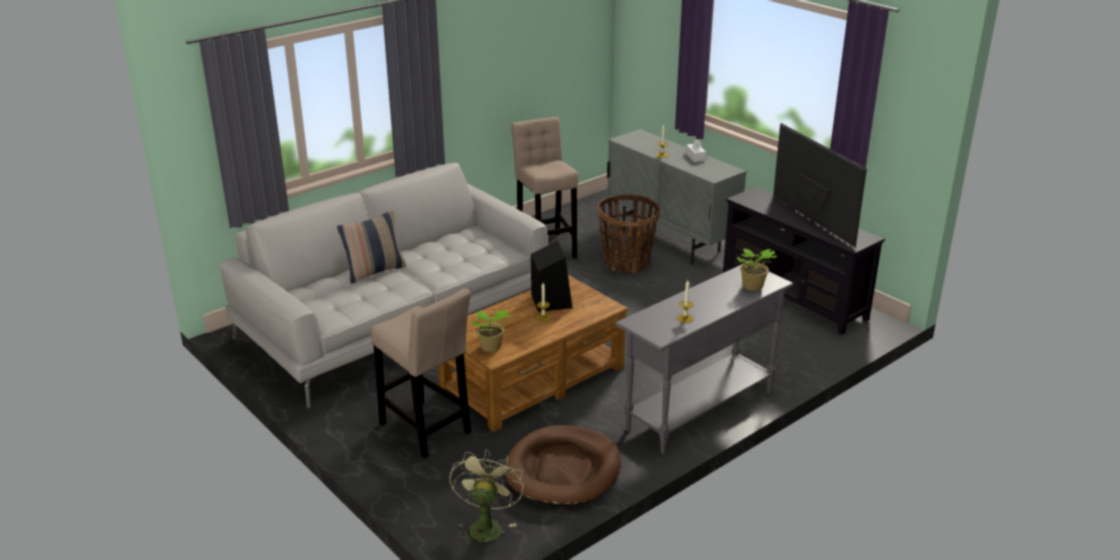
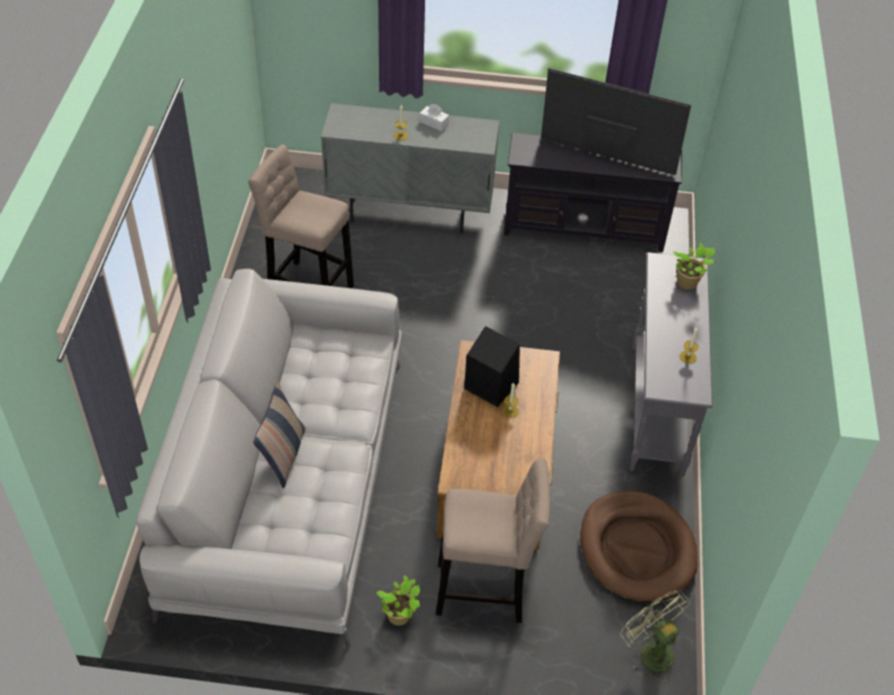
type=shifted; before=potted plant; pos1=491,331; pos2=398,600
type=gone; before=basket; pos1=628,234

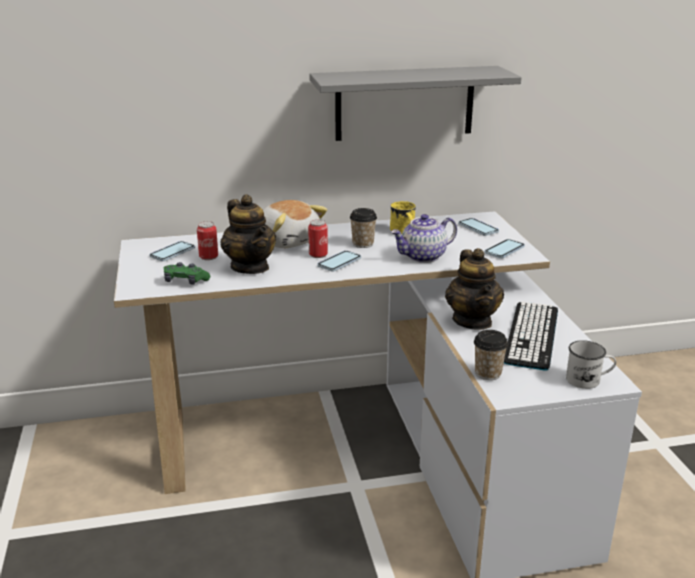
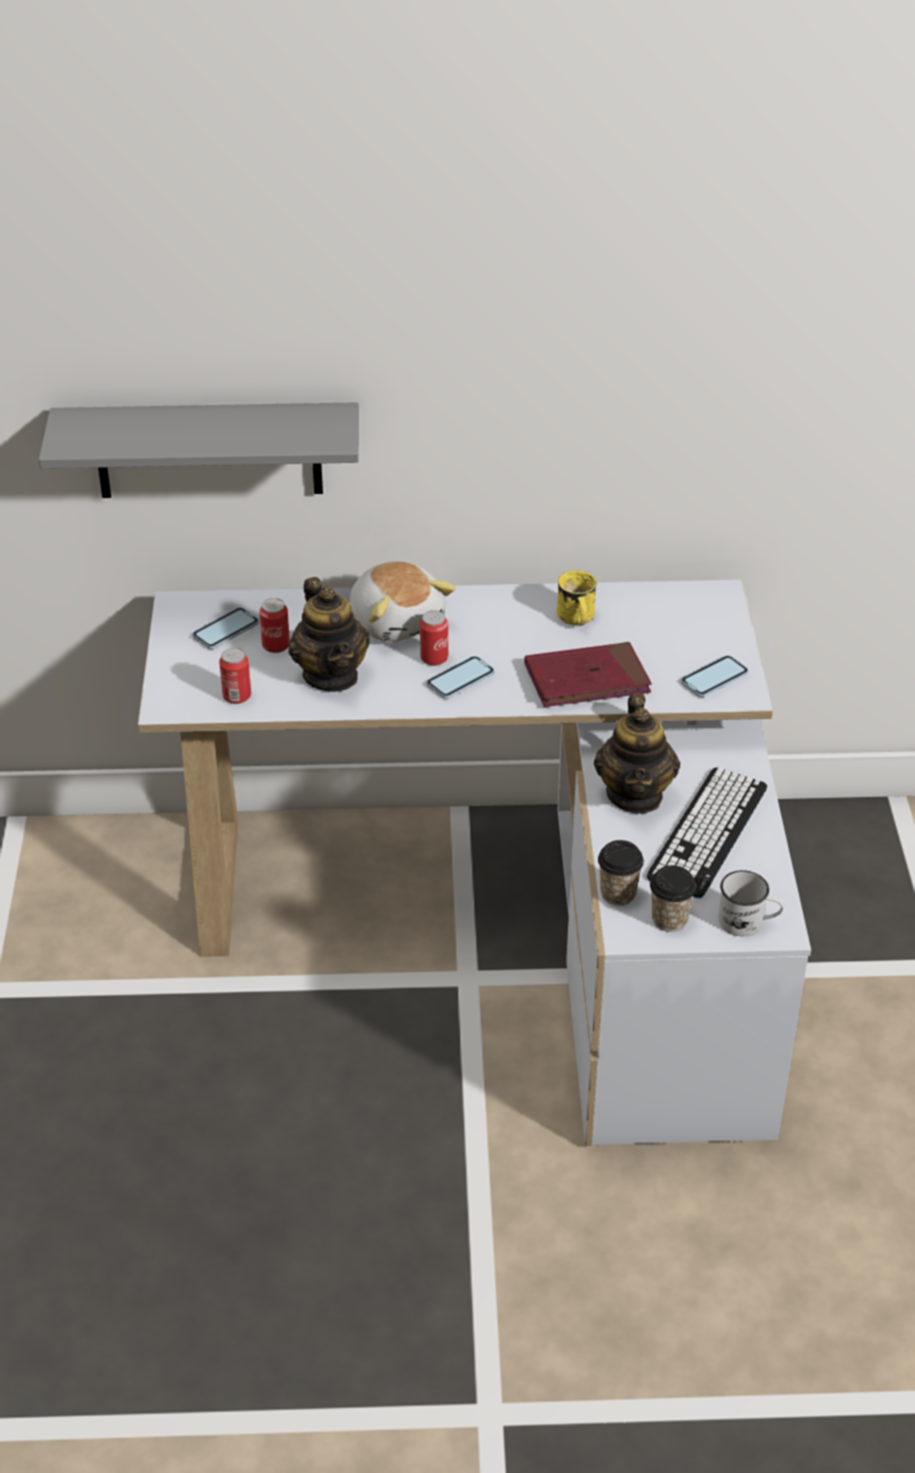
type=shifted; before=shelf/grey; pos1=415,103; pos2=199,450
type=swapped; before=game controller/green; after=can; pos1=187,273; pos2=235,676
type=swapped; before=teapot; after=book/red; pos1=424,238; pos2=588,674
type=shifted; before=cup; pos1=363,228; pos2=673,898
type=gone; before=phone; pos1=478,227

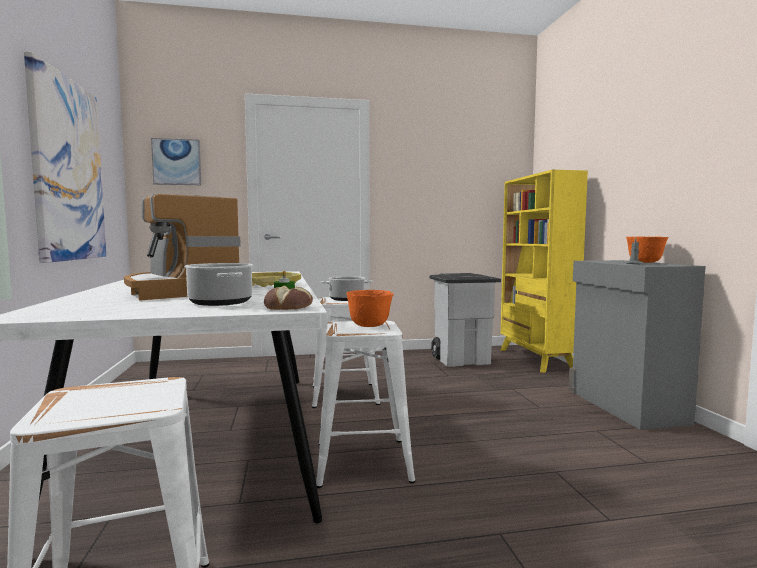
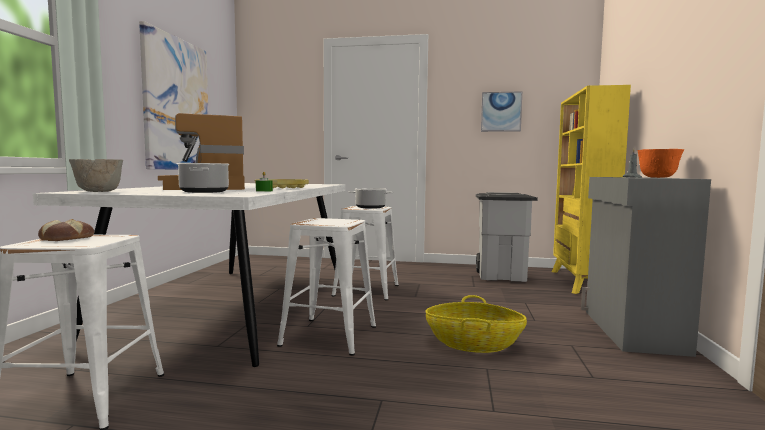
type=shifted; before=bread; pos1=288,298; pos2=66,230
type=new; after=bowl/grey; pos2=96,175
type=new; after=basket; pos2=476,324
type=shifted; before=picture; pos1=176,161; pos2=501,111
type=gone; before=bowl/orange; pos1=369,308

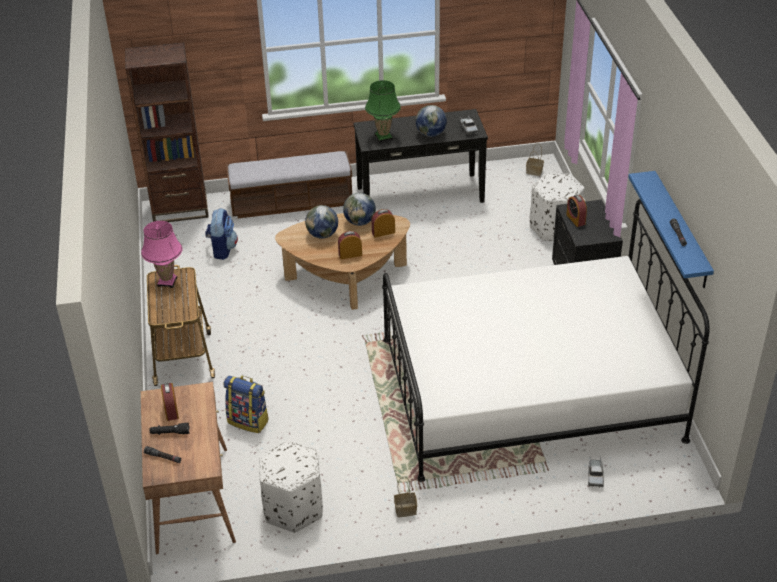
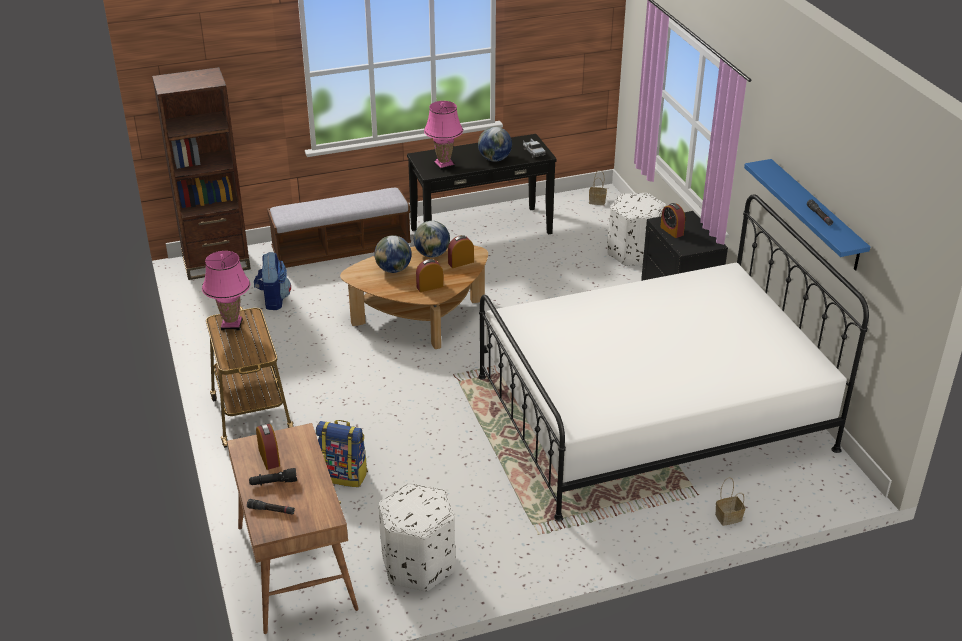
type=repainted; before=table lamp/green; after=table lamp/pink; pos1=383,111; pos2=443,136
type=shifted; before=basket; pos1=405,497; pos2=730,502
type=gone; before=toy truck; pos1=596,472

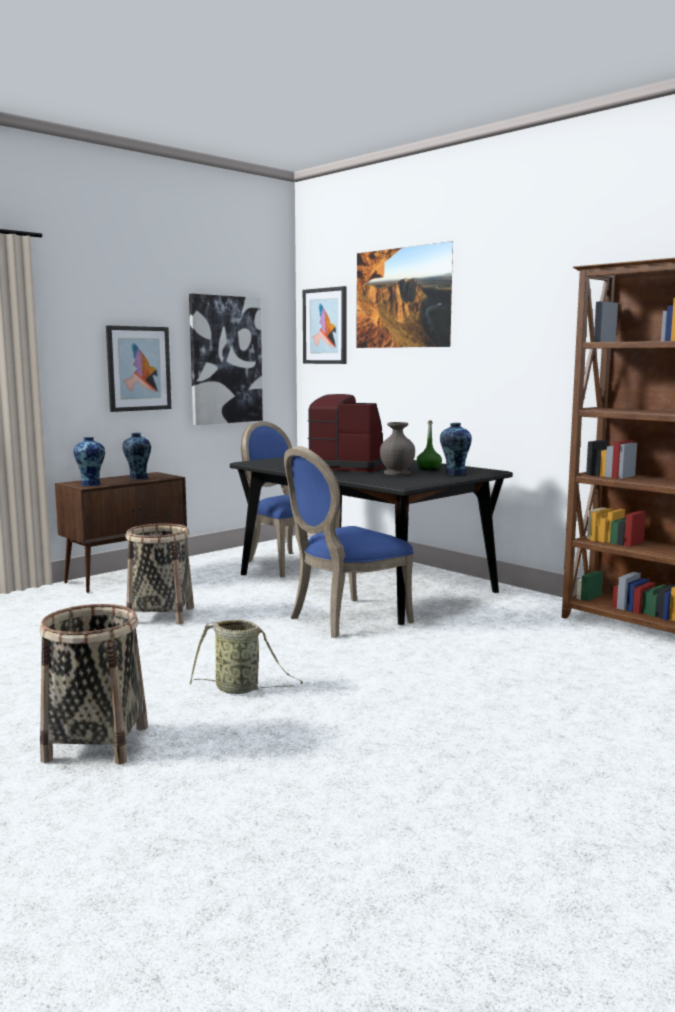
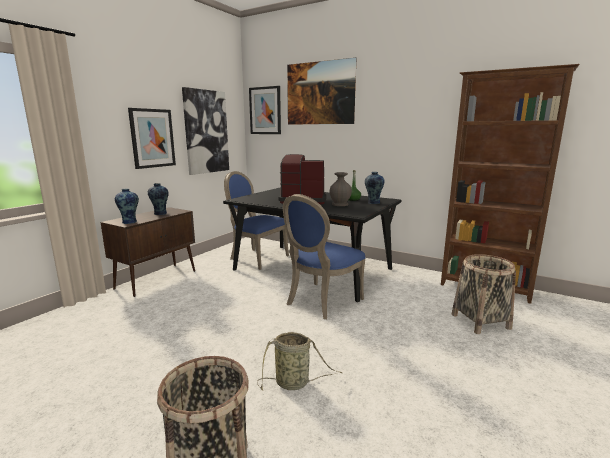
type=shifted; before=basket; pos1=159,573; pos2=484,294

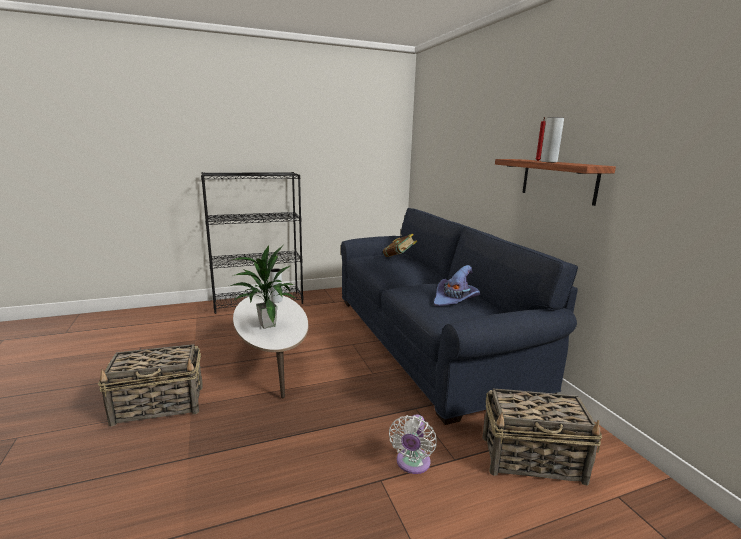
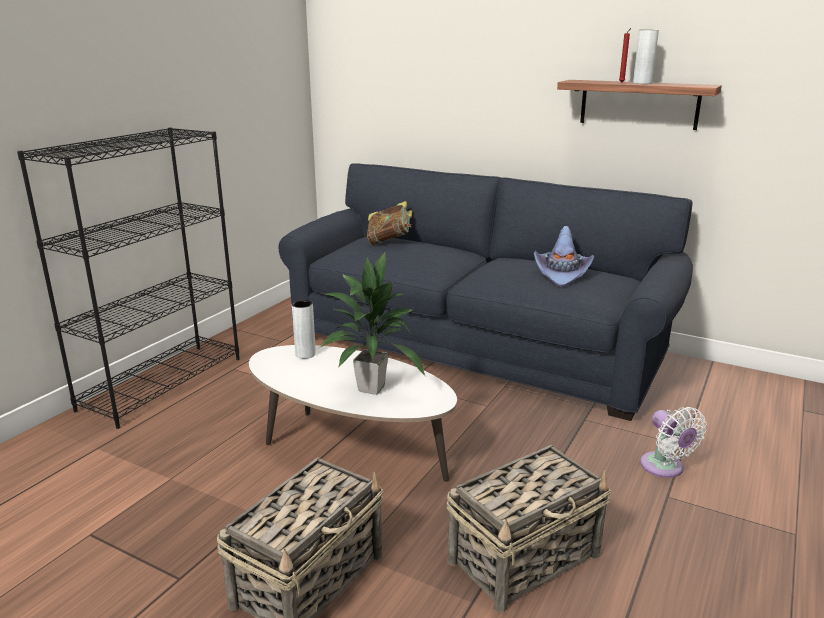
type=shifted; before=basket; pos1=542,437; pos2=528,529

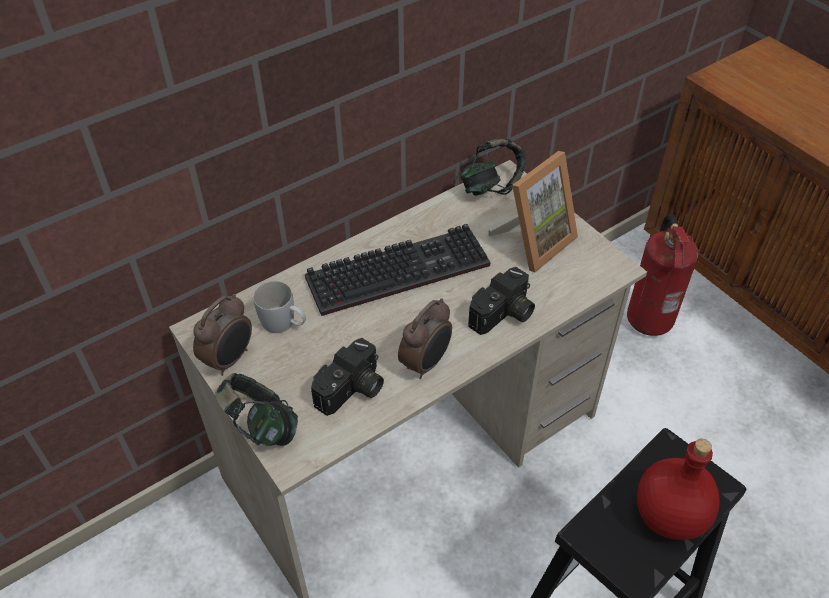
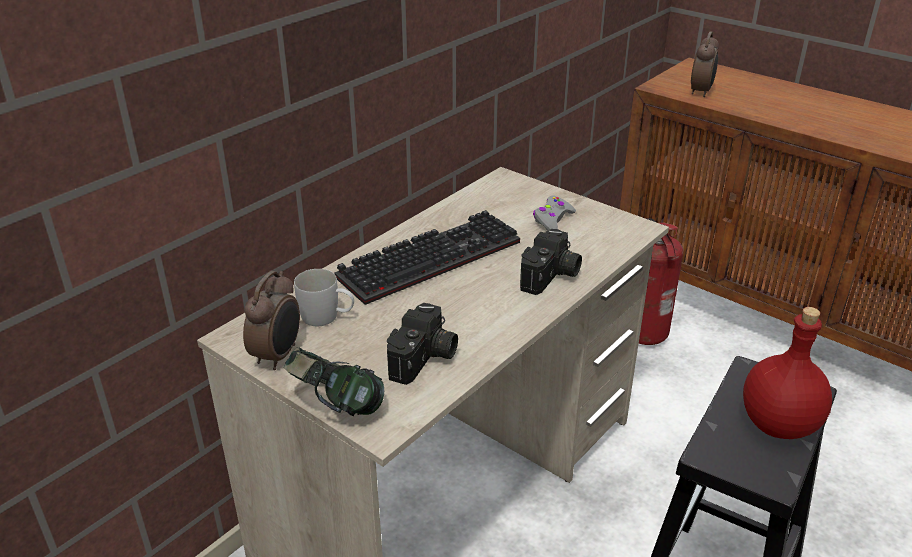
type=swapped; before=picture frame; after=game controller/grey; pos1=533,211; pos2=554,213
type=shifted; before=alarm clock; pos1=425,338; pos2=705,64
type=gone; before=headphones; pos1=493,167

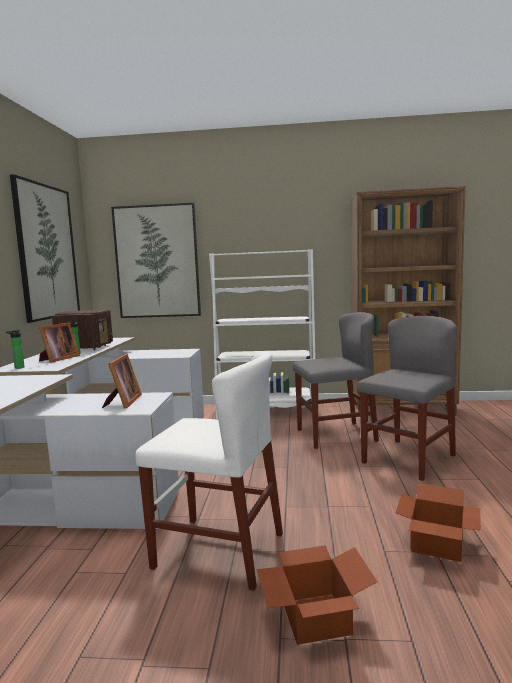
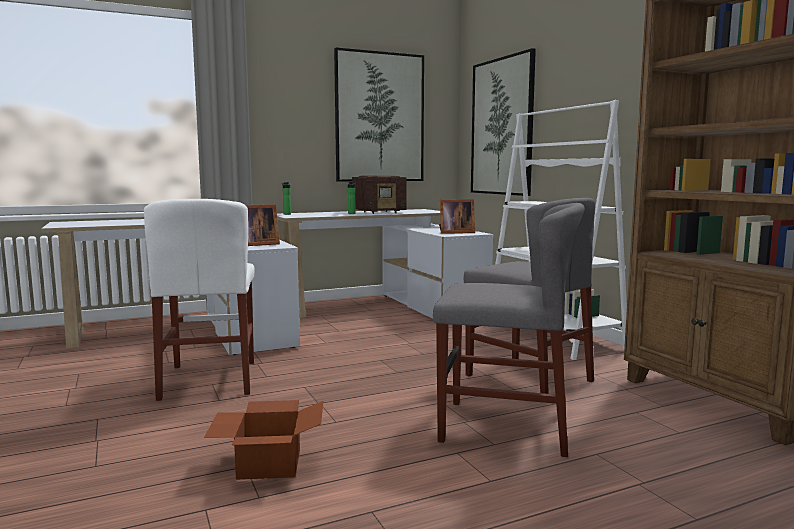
type=shifted; before=picture frame; pos1=59,342; pos2=457,216
type=gone; before=cardboard box; pos1=317,595

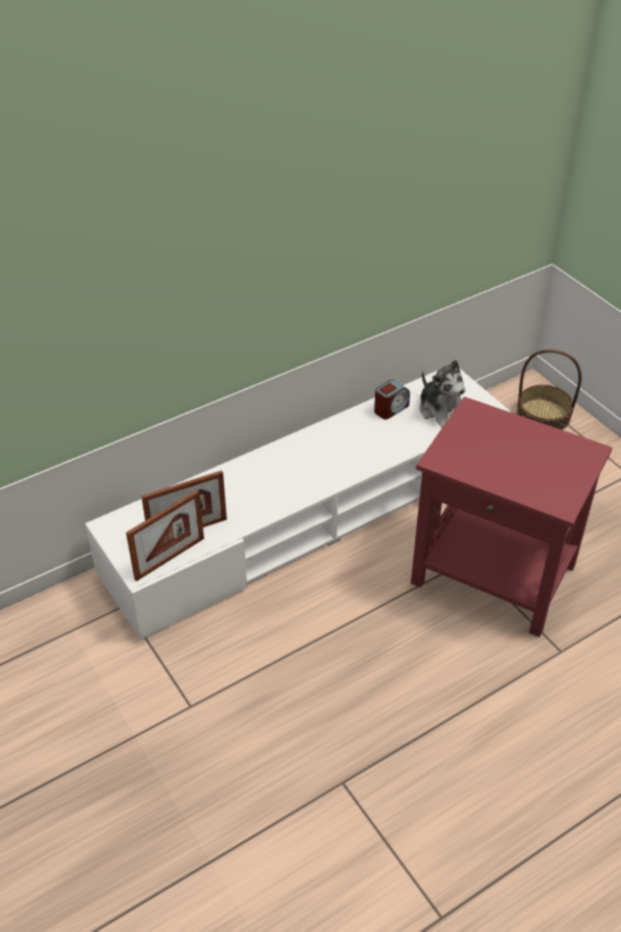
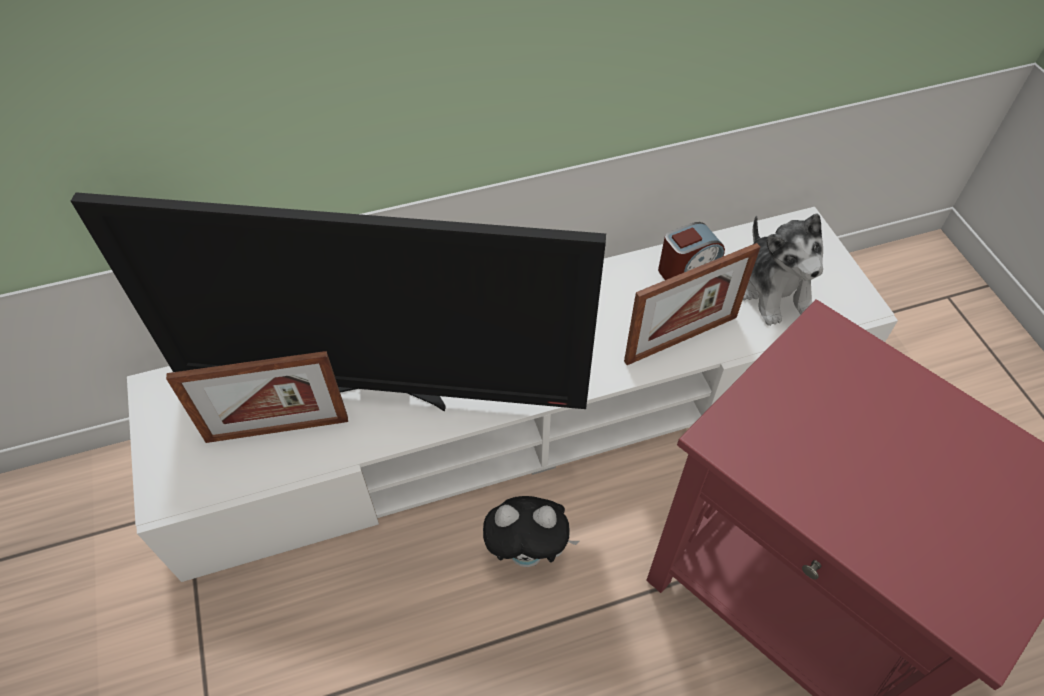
type=new; after=television; pos2=338,302
type=new; after=plush toy; pos2=531,531
type=shifted; before=picture frame; pos1=165,535; pos2=692,304
type=gone; before=basket; pos1=549,389

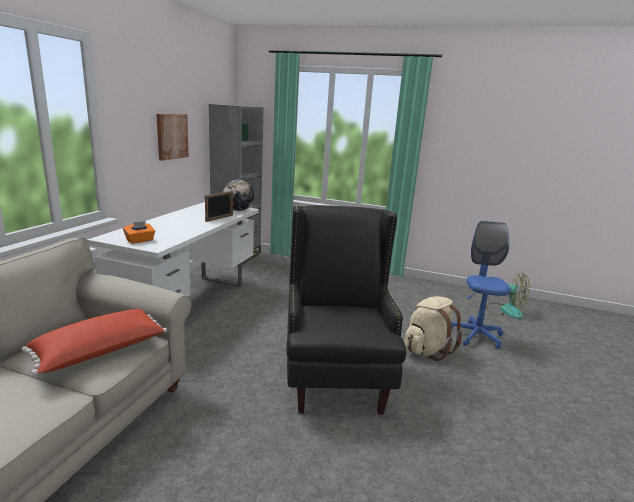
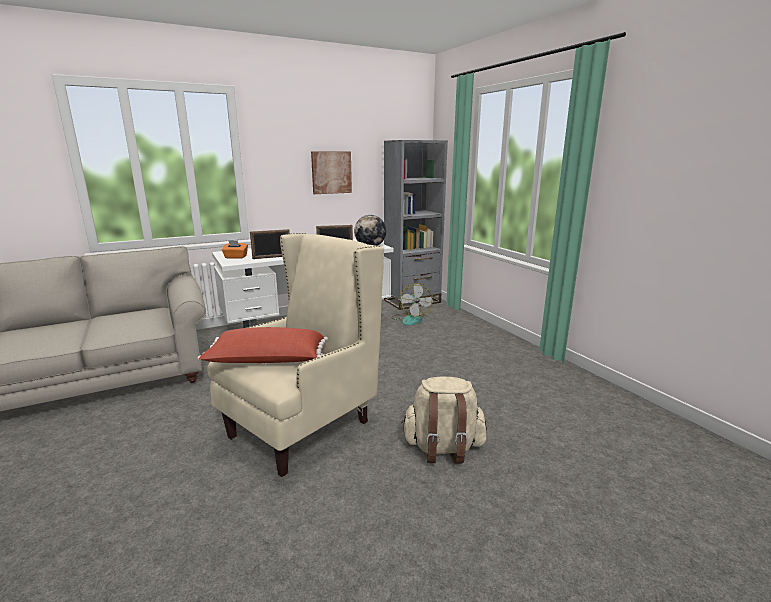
type=shifted; before=pillow/red; pos1=94,342; pos2=262,345
type=repainted; before=armchair/black; after=armchair/beige; pos1=346,310; pos2=295,355
type=new; after=picture frame; pos2=270,244
type=shifted; before=fan; pos1=507,296; pos2=412,304
type=gone; before=office chair/blue; pos1=481,285

